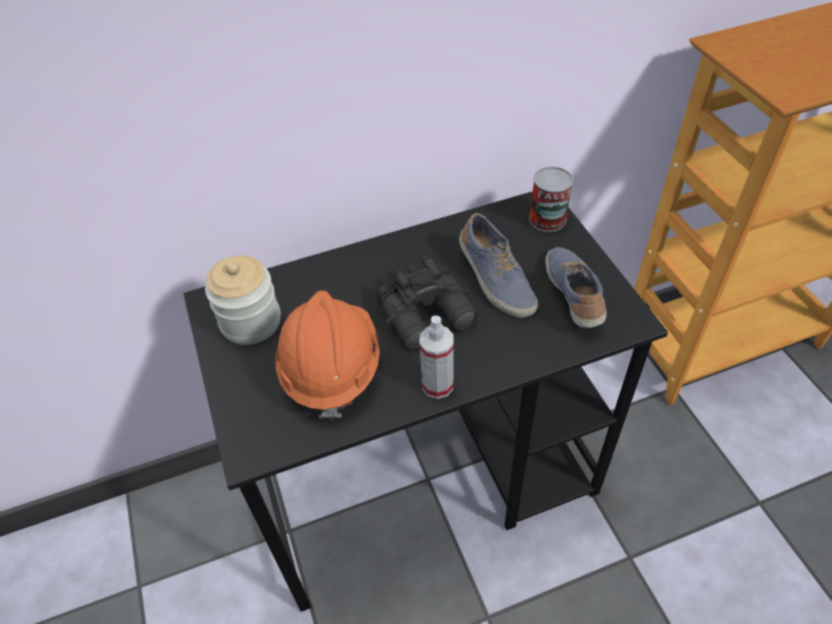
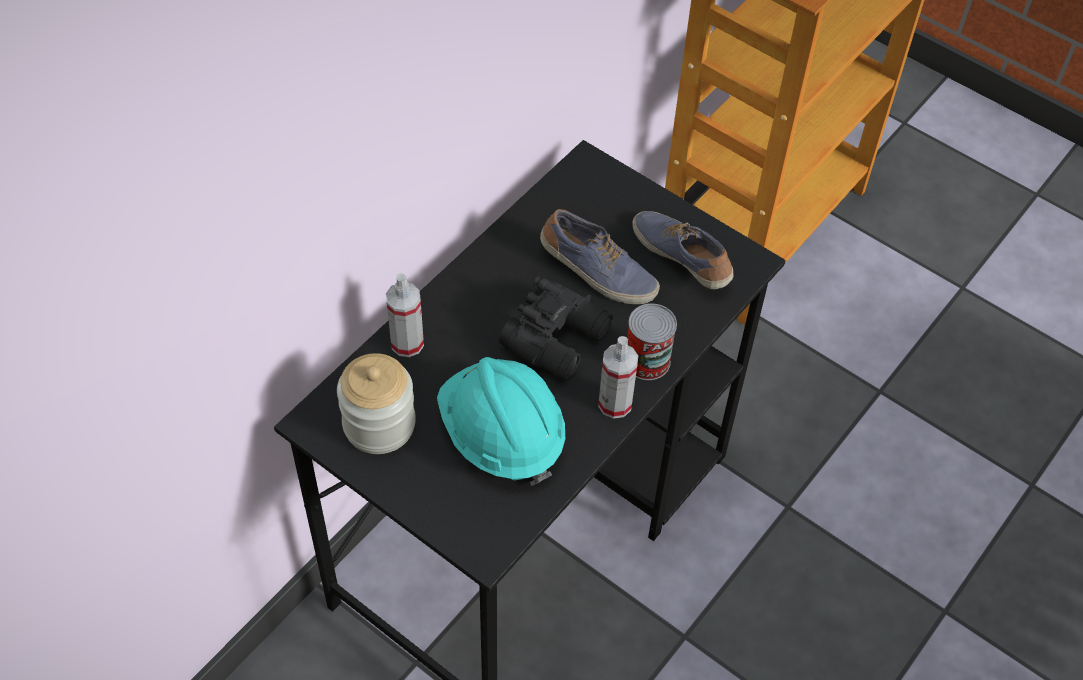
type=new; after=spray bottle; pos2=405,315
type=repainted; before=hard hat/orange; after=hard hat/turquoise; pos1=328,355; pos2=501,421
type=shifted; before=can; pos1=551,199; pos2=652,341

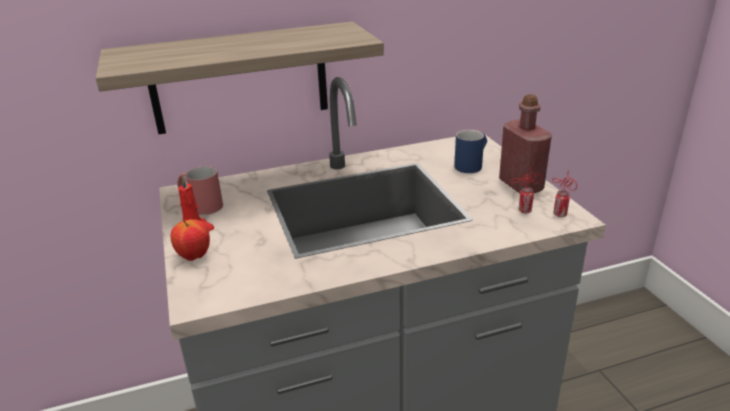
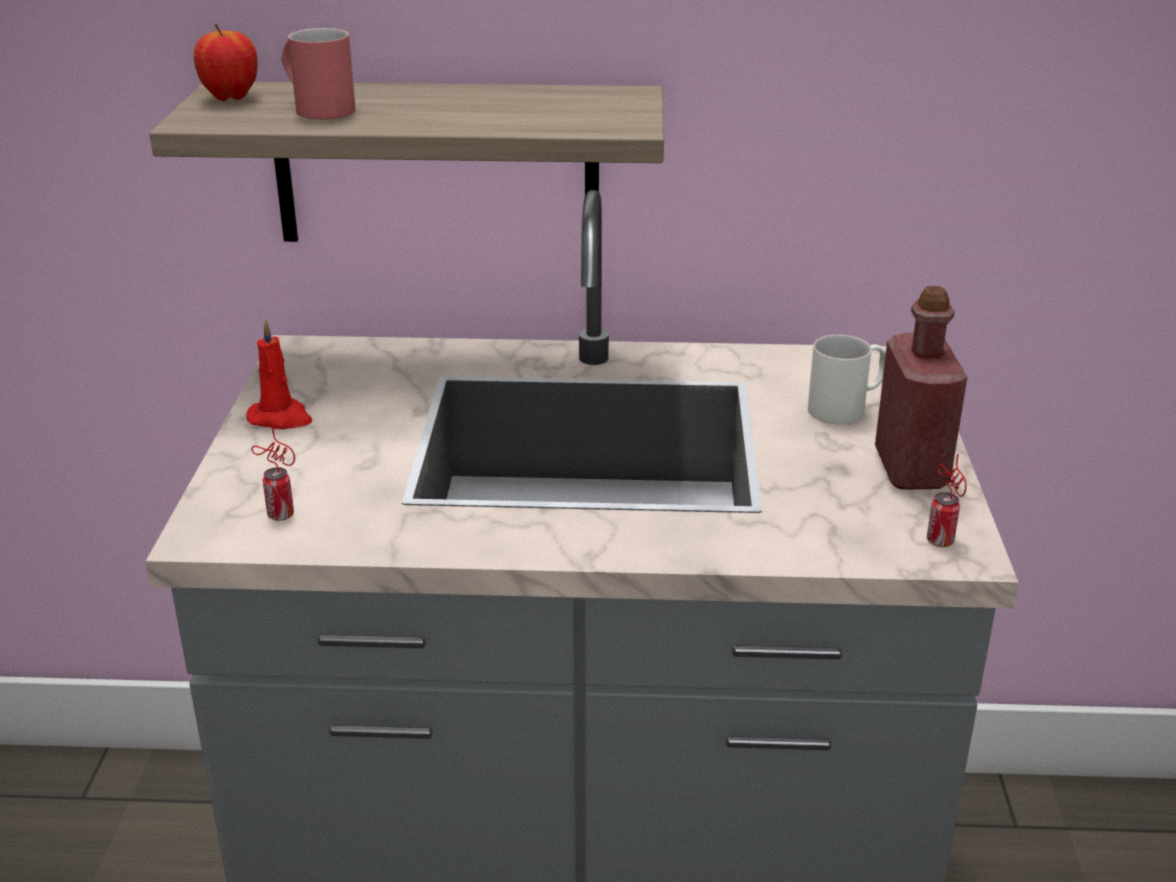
type=shifted; before=apple; pos1=190,240; pos2=226,62
type=shifted; before=can; pos1=527,191; pos2=273,474
type=shifted; before=mug/red; pos1=200,190; pos2=318,74
type=repainted; before=mug/blue; after=mug/white; pos1=470,151; pos2=847,379

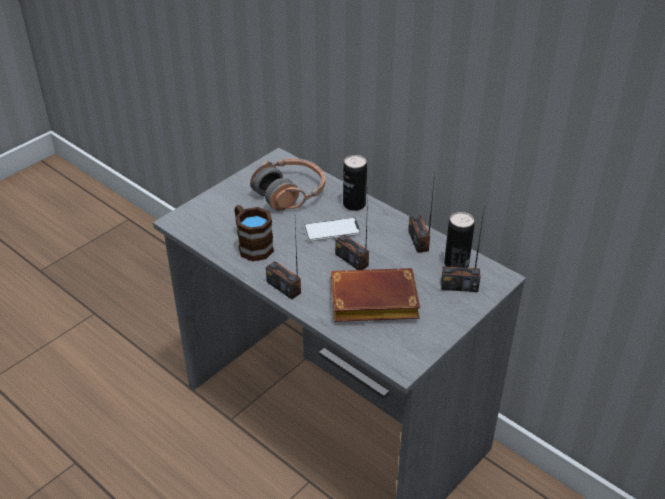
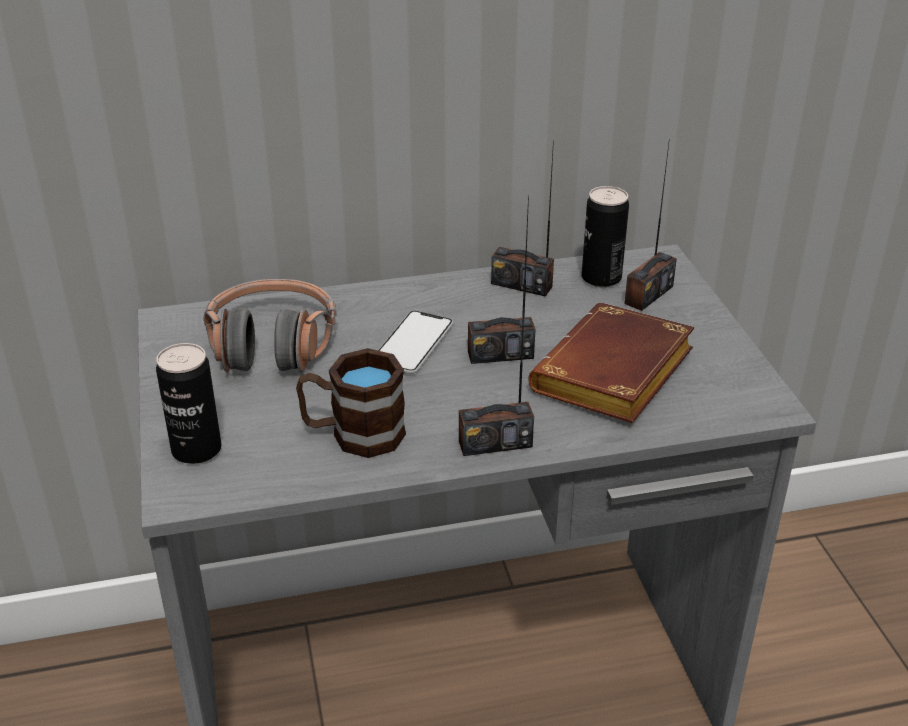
type=shifted; before=can; pos1=355,183; pos2=189,403

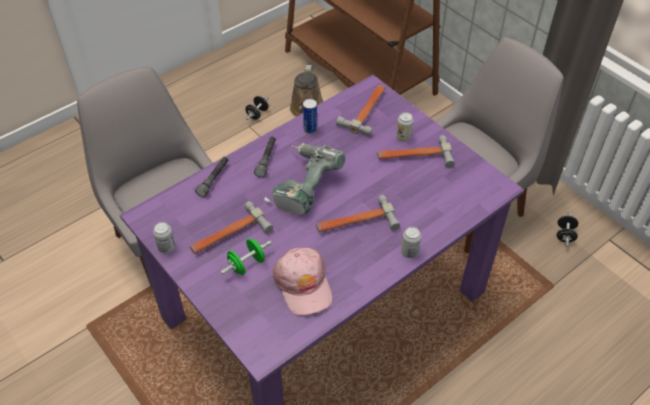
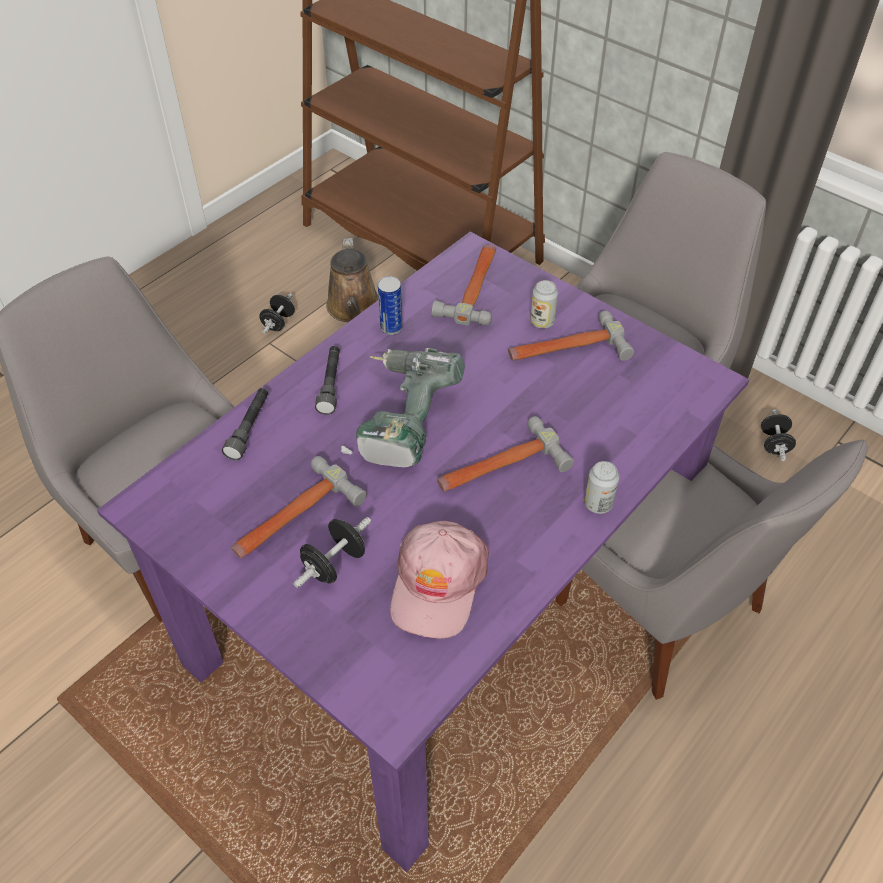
type=repainted; before=dumbbell/green; after=dumbbell/black; pos1=246,257; pos2=332,552
type=rotated; before=cap/pink; pos1=302,282; pos2=439,580; turn=45
type=new; after=chair/grey; pos2=712,570
type=gone; before=can; pos1=164,237

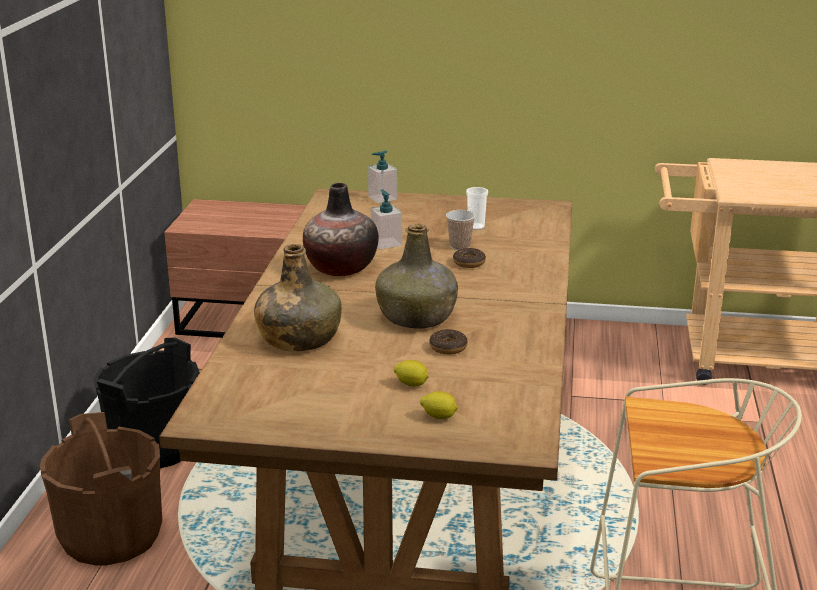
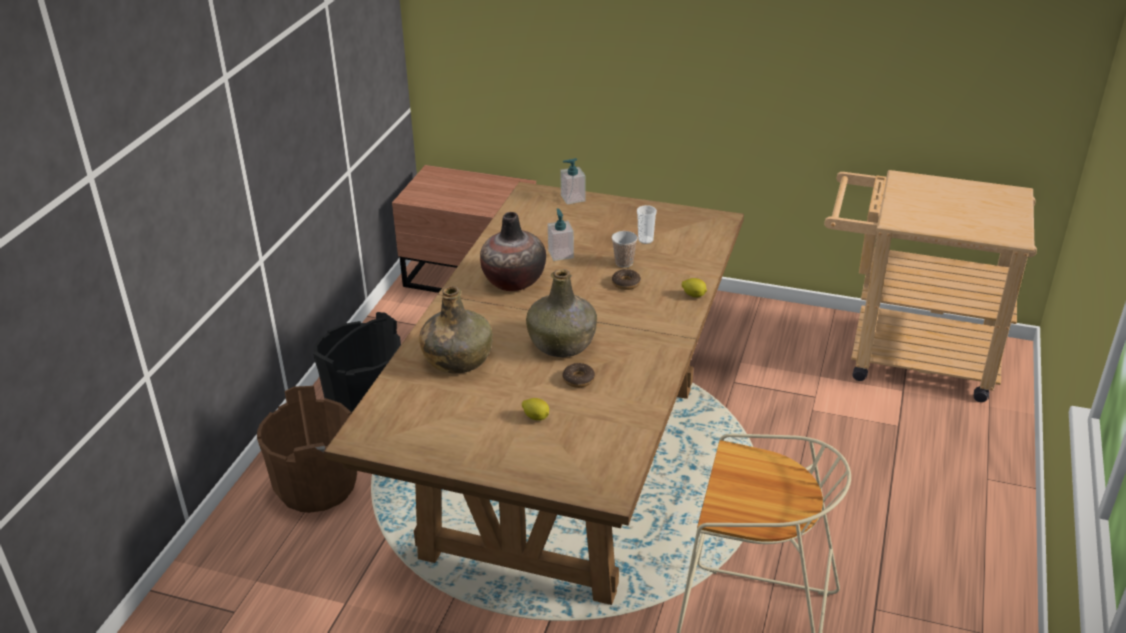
type=shifted; before=lemon; pos1=439,405; pos2=694,287

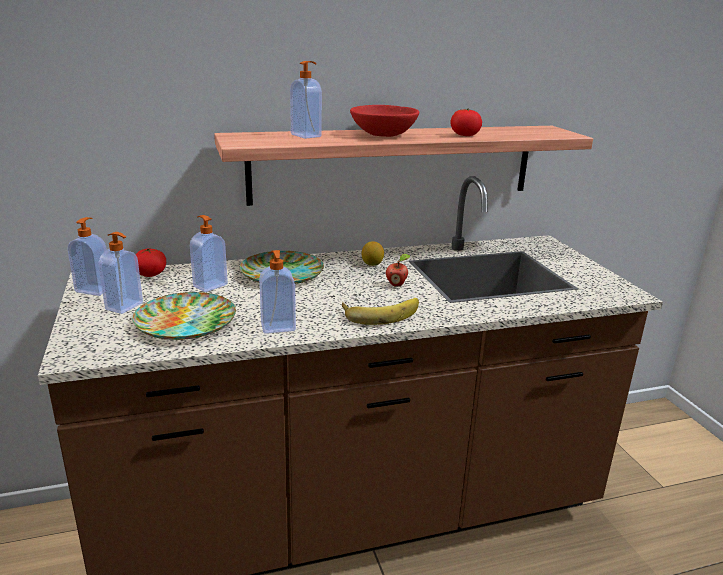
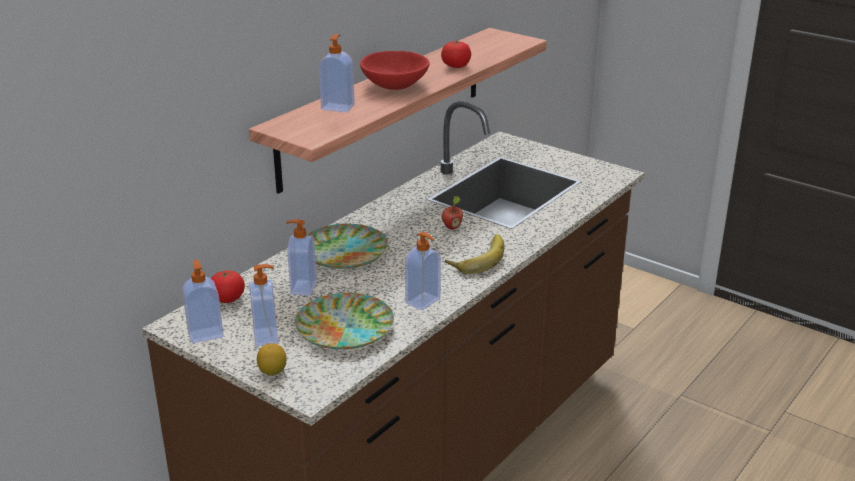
type=shifted; before=lemon; pos1=373,253; pos2=271,359

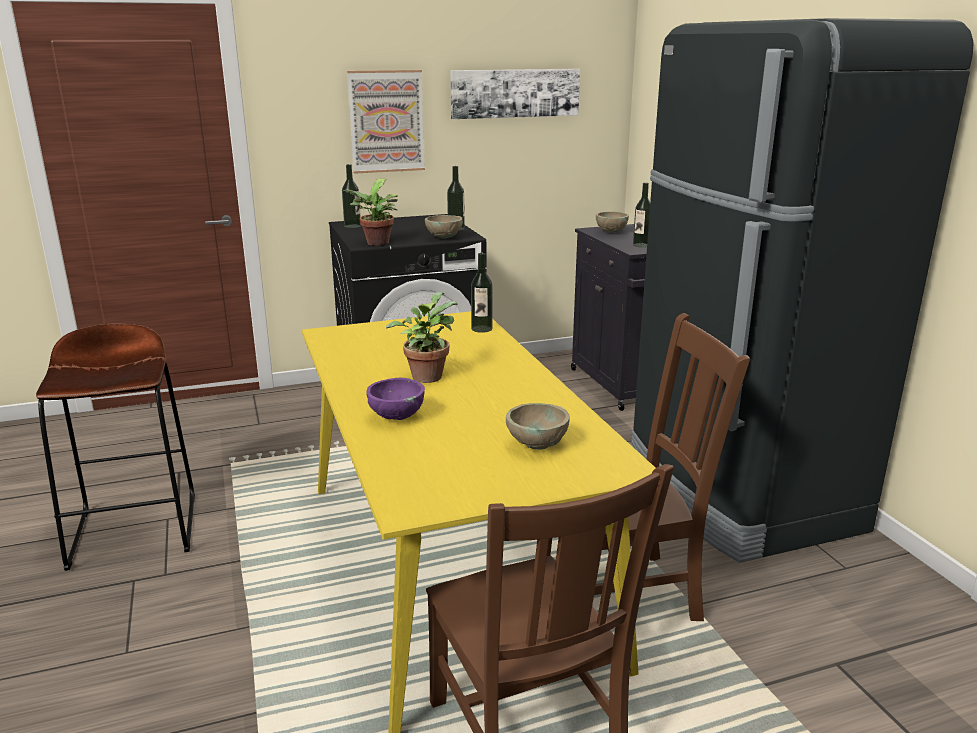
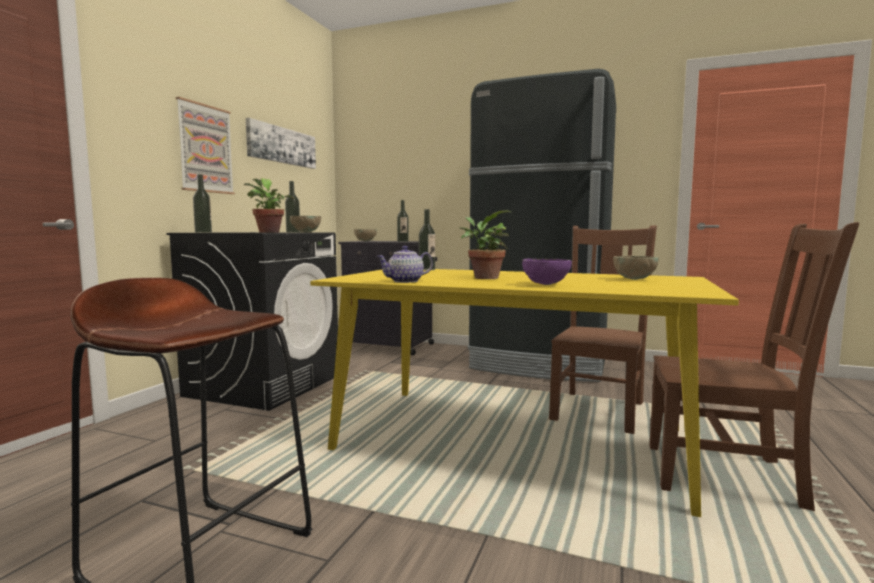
type=new; after=teapot; pos2=405,264

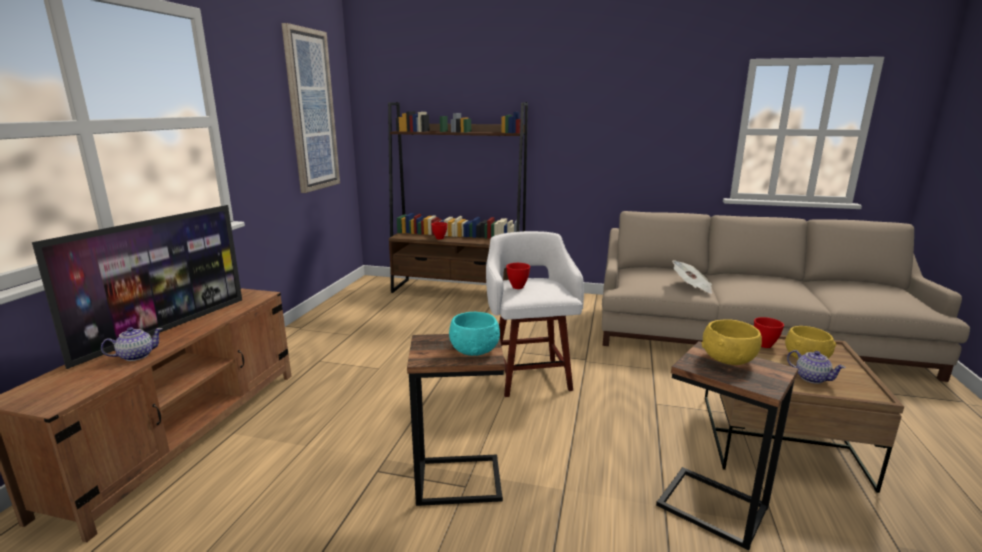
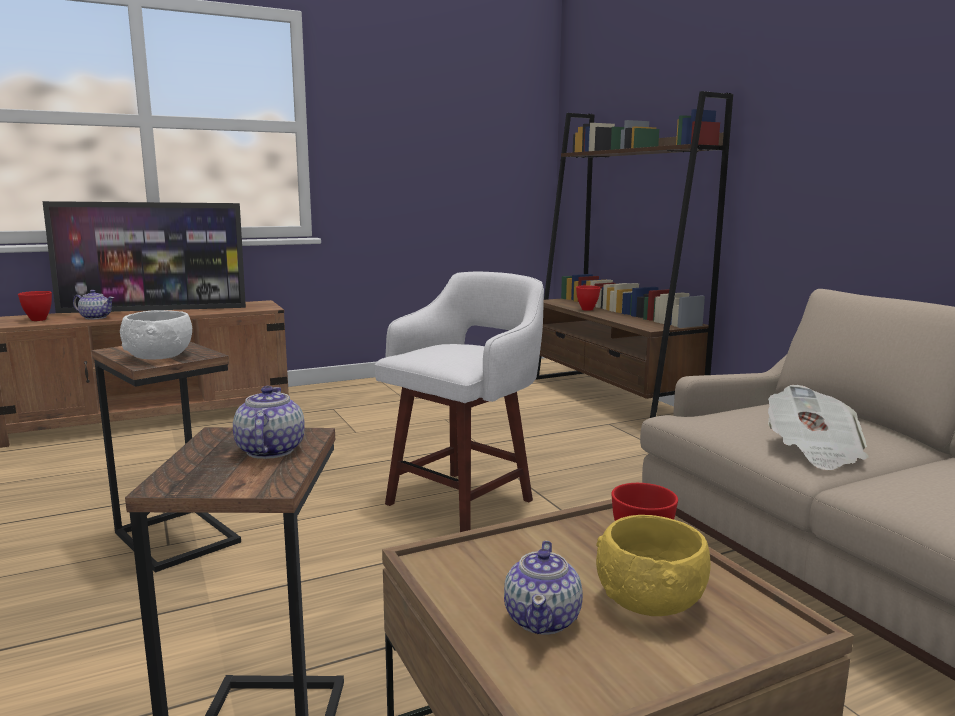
type=shifted; before=bowl/red; pos1=518,276; pos2=35,306
type=repainted; before=bowl/turquoise; after=bowl/white; pos1=474,334; pos2=156,335
type=swapped; before=bowl/yellow; after=teapot; pos1=732,342; pos2=269,422
type=gone; before=picture; pos1=310,108

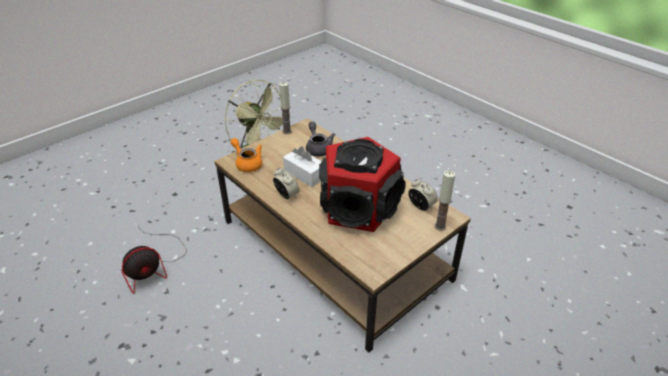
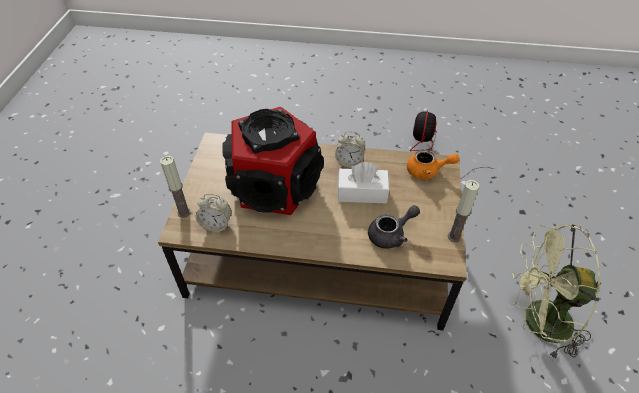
type=rotated; before=teapot/grey; pos1=320,139; pos2=394,227; turn=-60

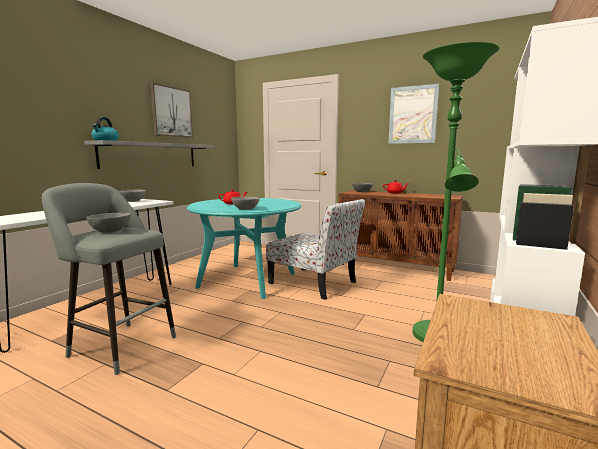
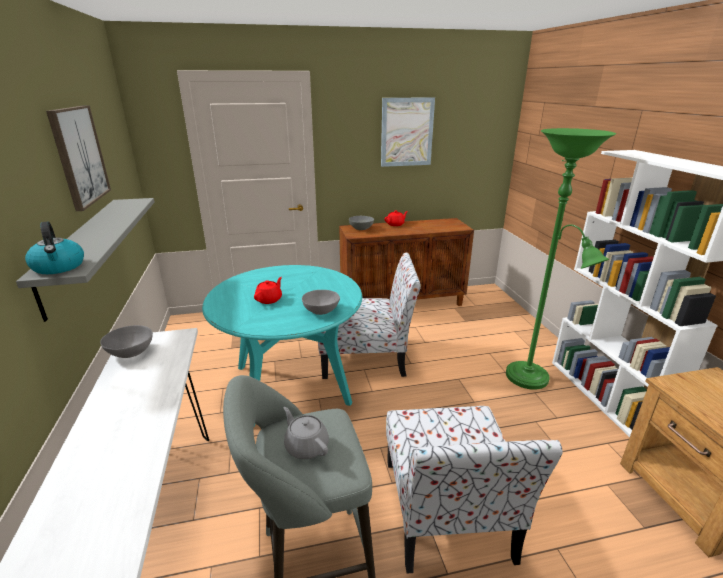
type=swapped; before=bowl/grey; after=teapot/grey; pos1=108,223; pos2=306,433
type=new; after=chair; pos2=474,490

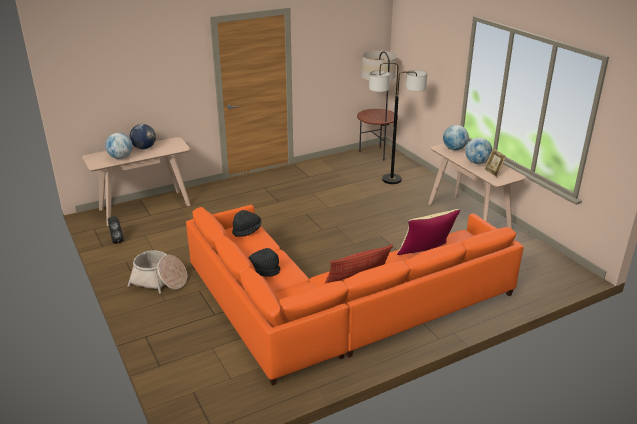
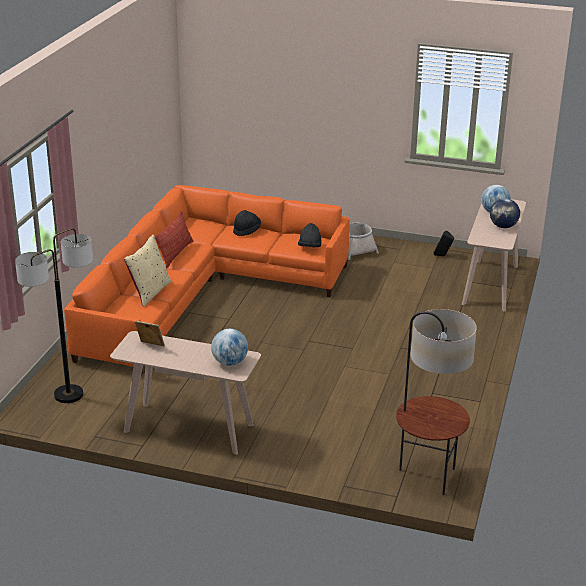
type=shifted; before=floor lamp; pos1=398,123; pos2=54,315
type=gone; before=globe; pos1=478,150

